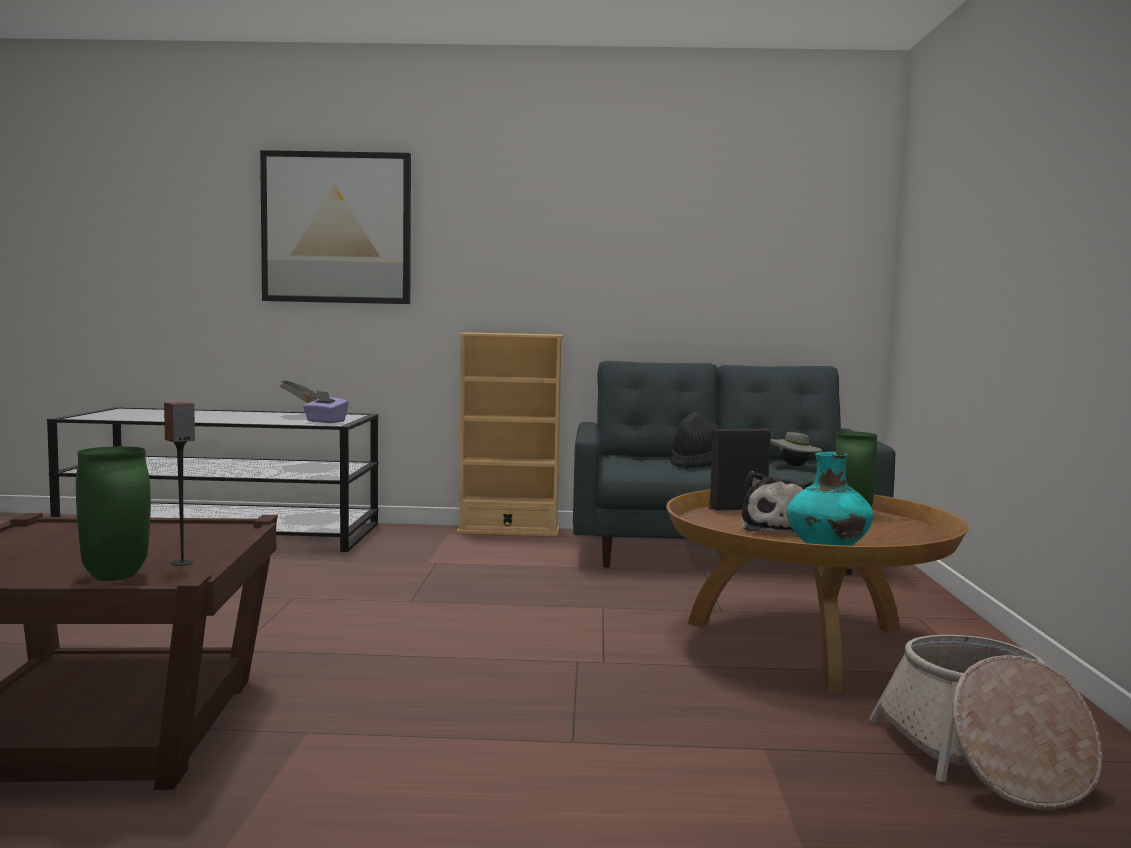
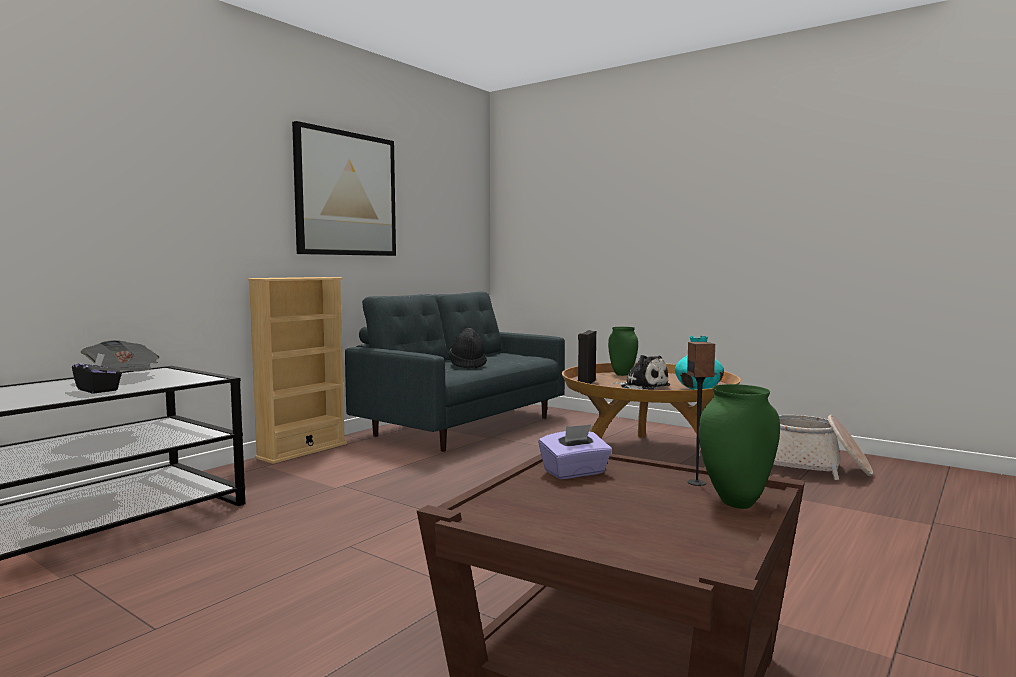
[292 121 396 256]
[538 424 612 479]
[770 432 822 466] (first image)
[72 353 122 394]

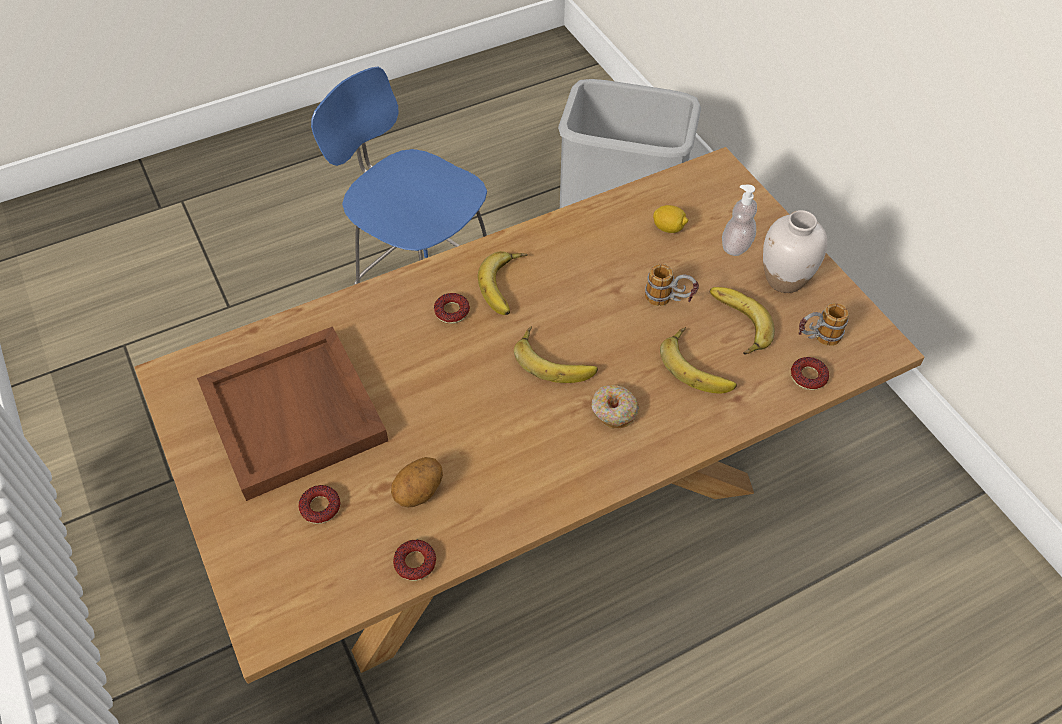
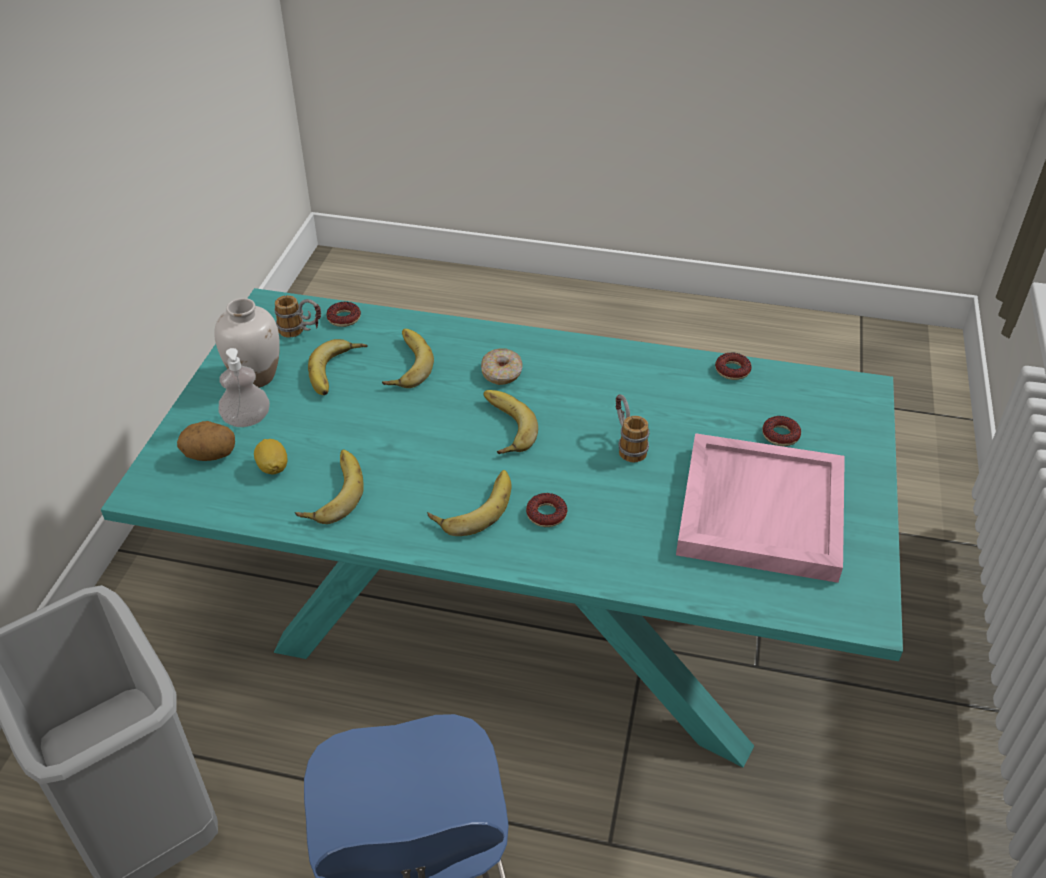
[101 288 903 767]
[676 433 845 583]
[177 421 235 461]
[616 395 650 462]
[295 450 364 524]

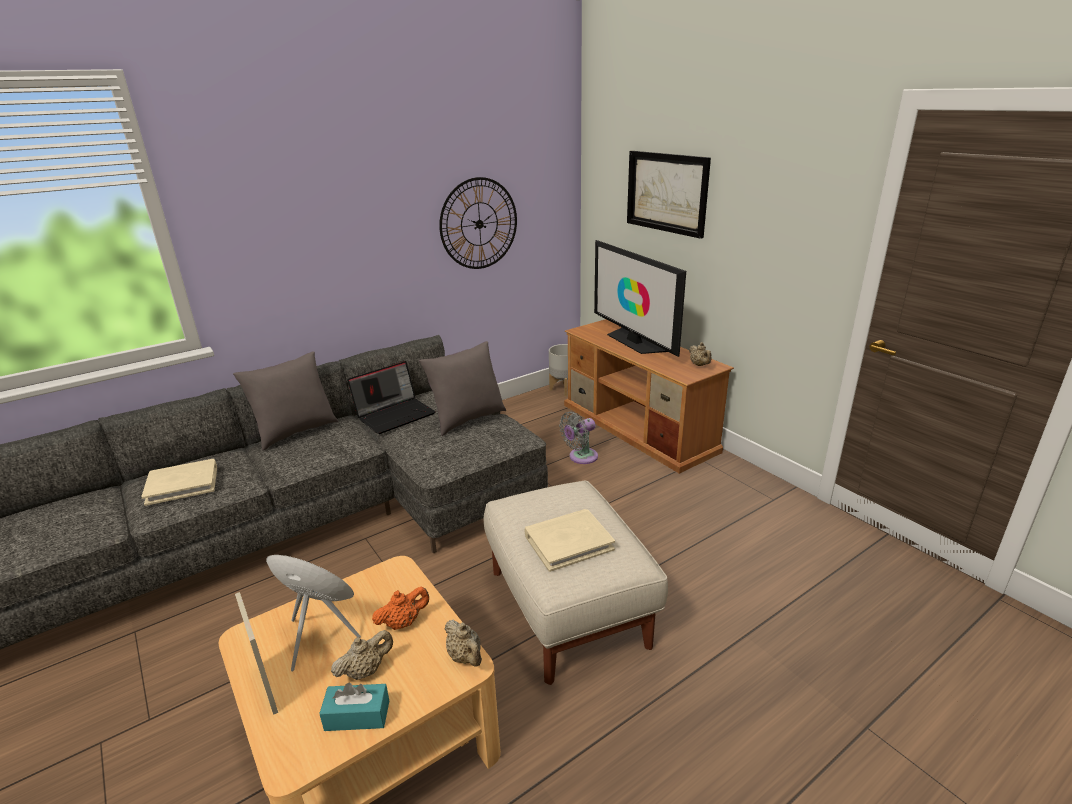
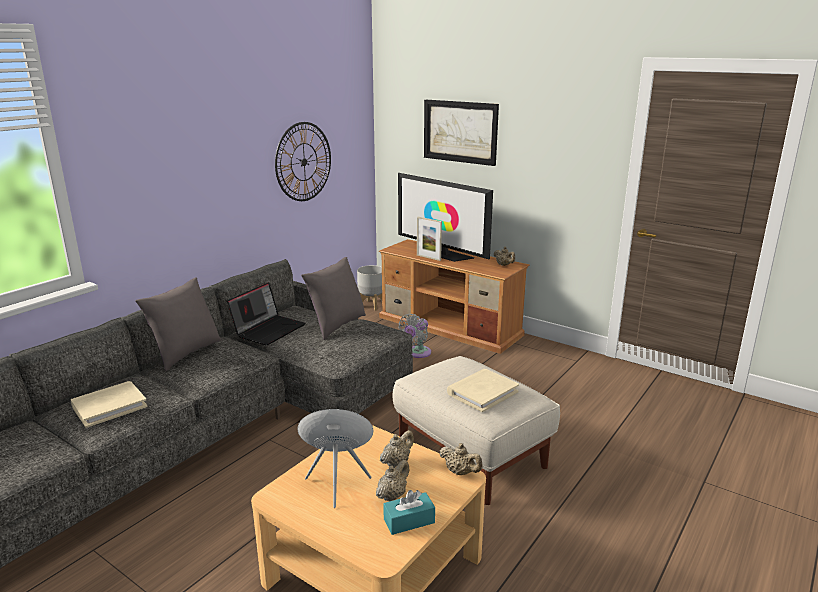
[417 217 442 261]
[380 430 414 468]

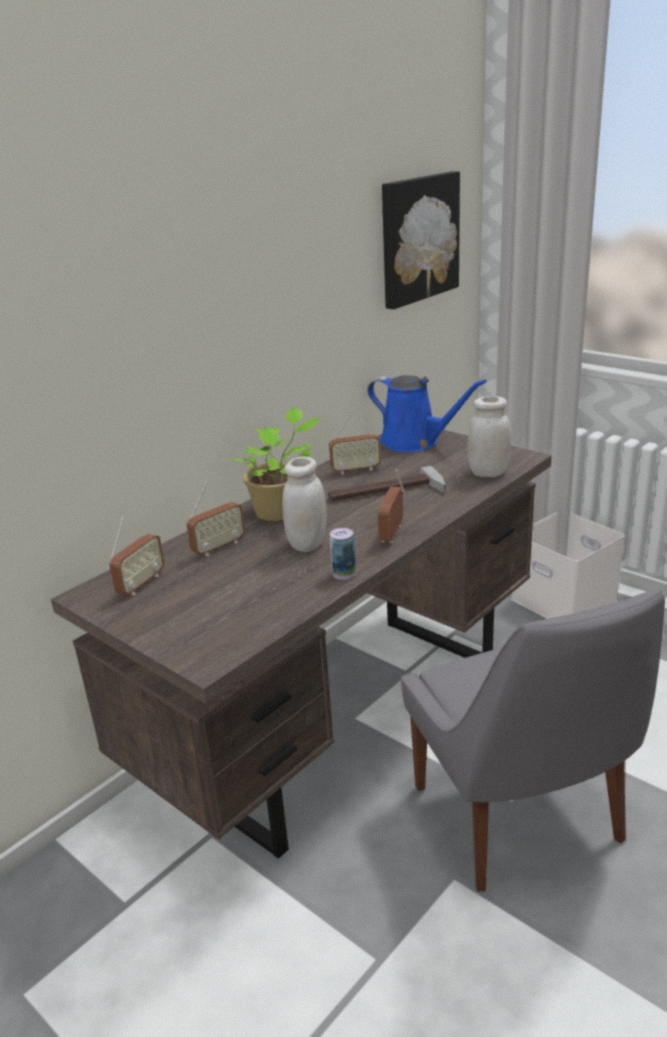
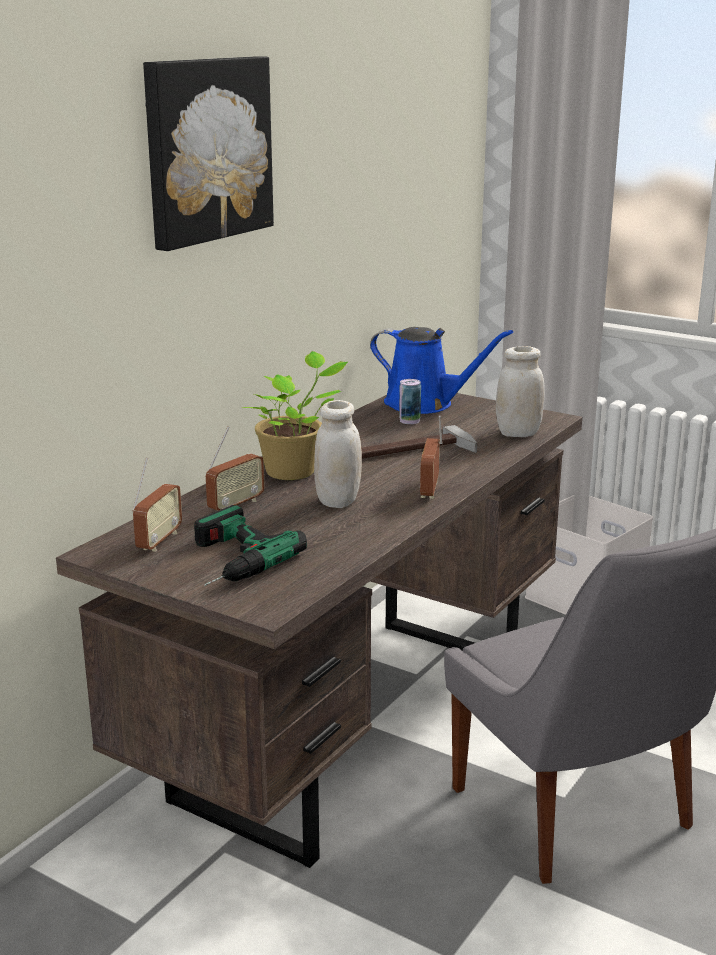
[329 411 381 474] (first image)
[399 379 421 424]
[143 56 274 251]
[194 505 307 586]

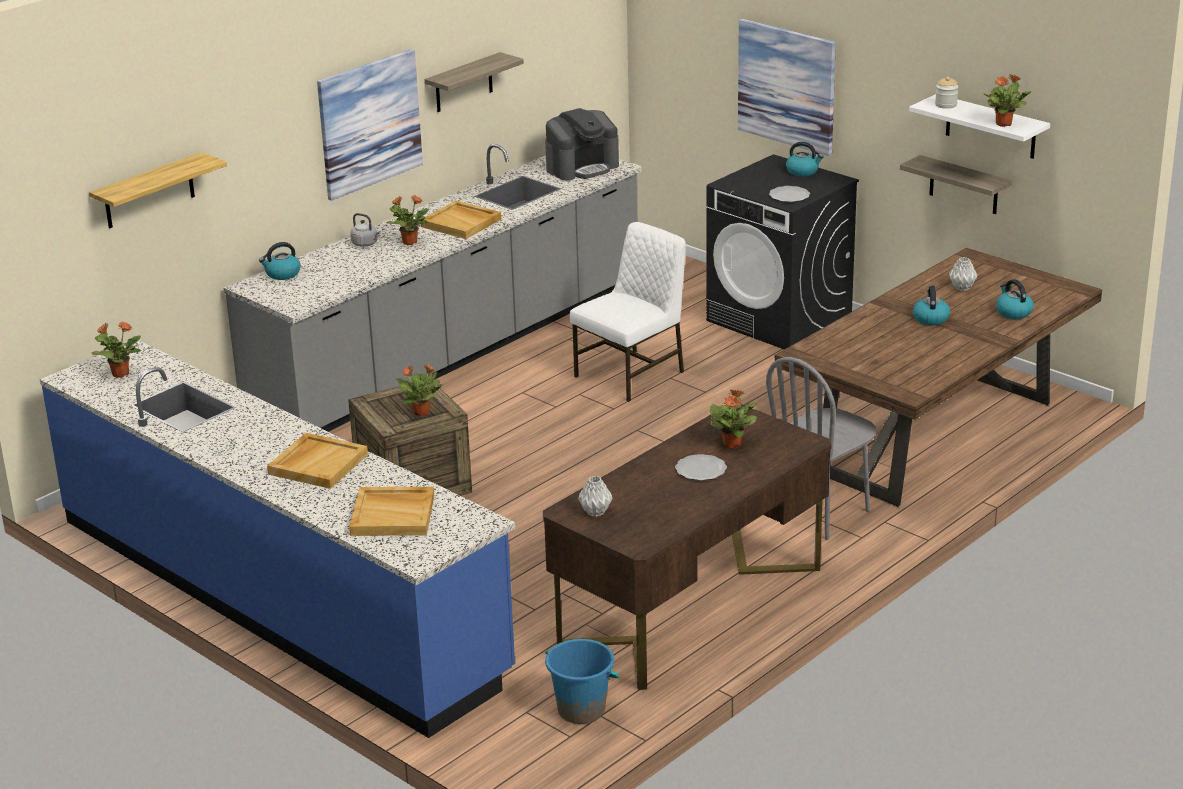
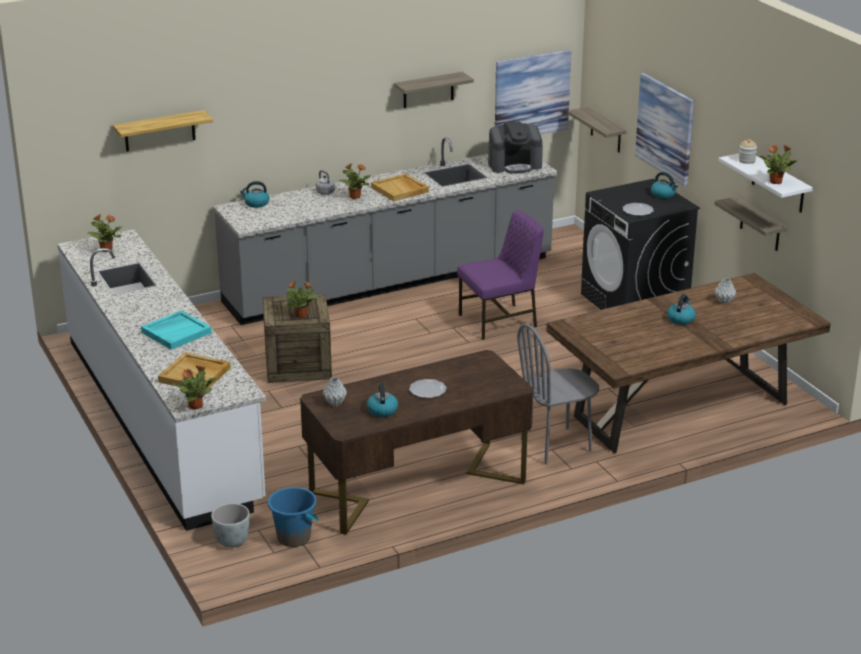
[57 229 266 531]
[141 310 212 350]
[495 50 572 134]
[457 210 544 340]
[173 365 216 410]
[367 383 398 417]
[211 503 250 548]
[567 107 627 153]

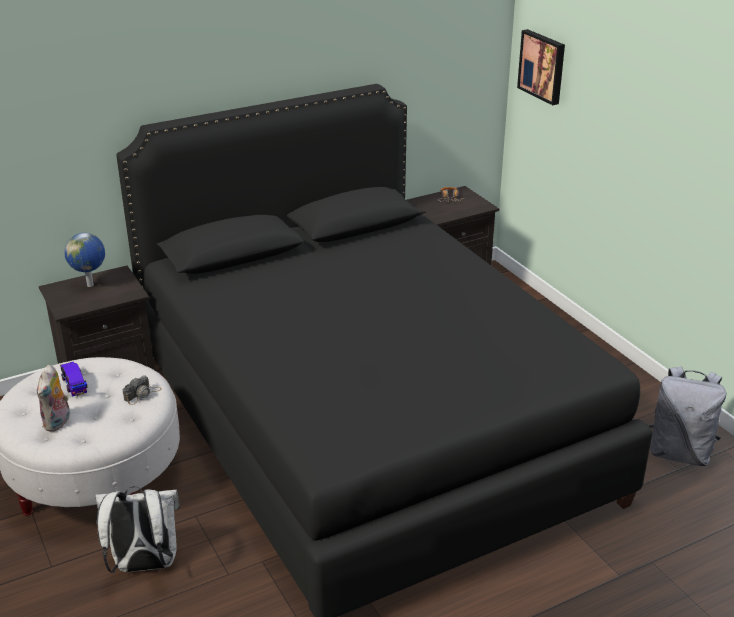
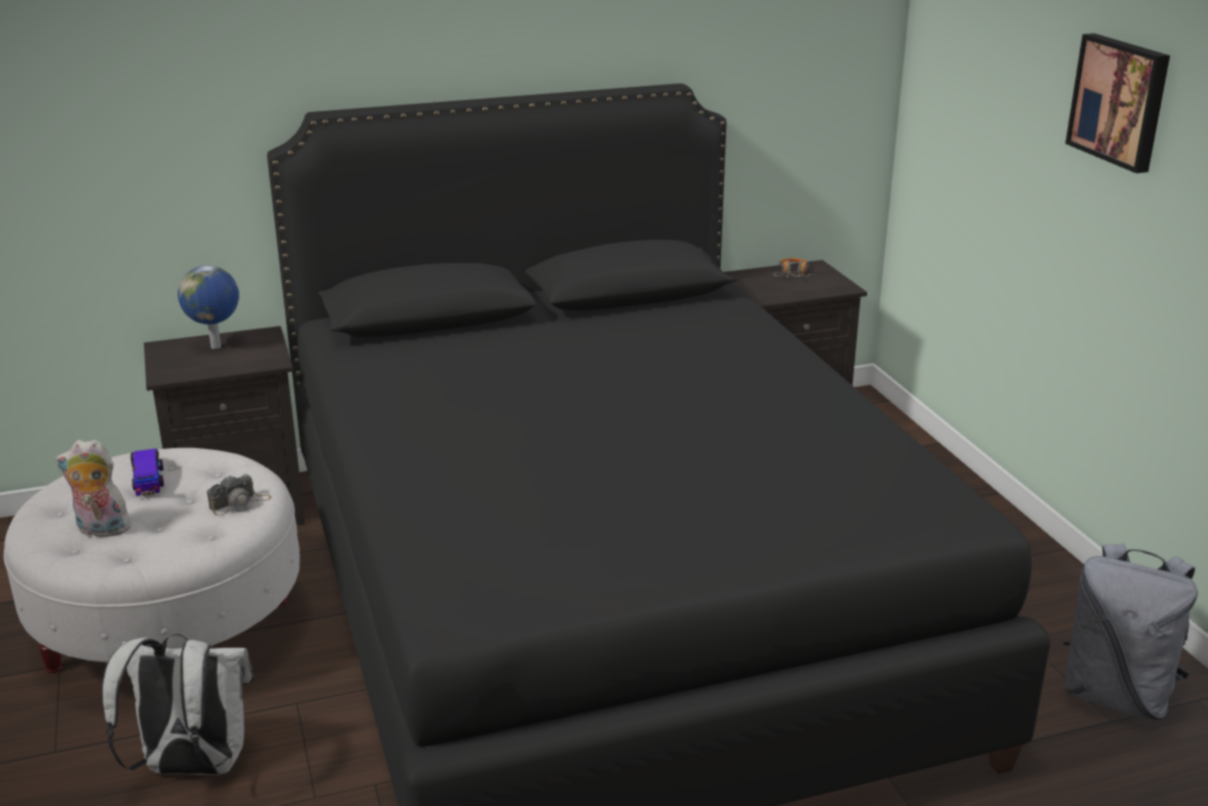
[55 439 137 540]
[1065 33 1170 173]

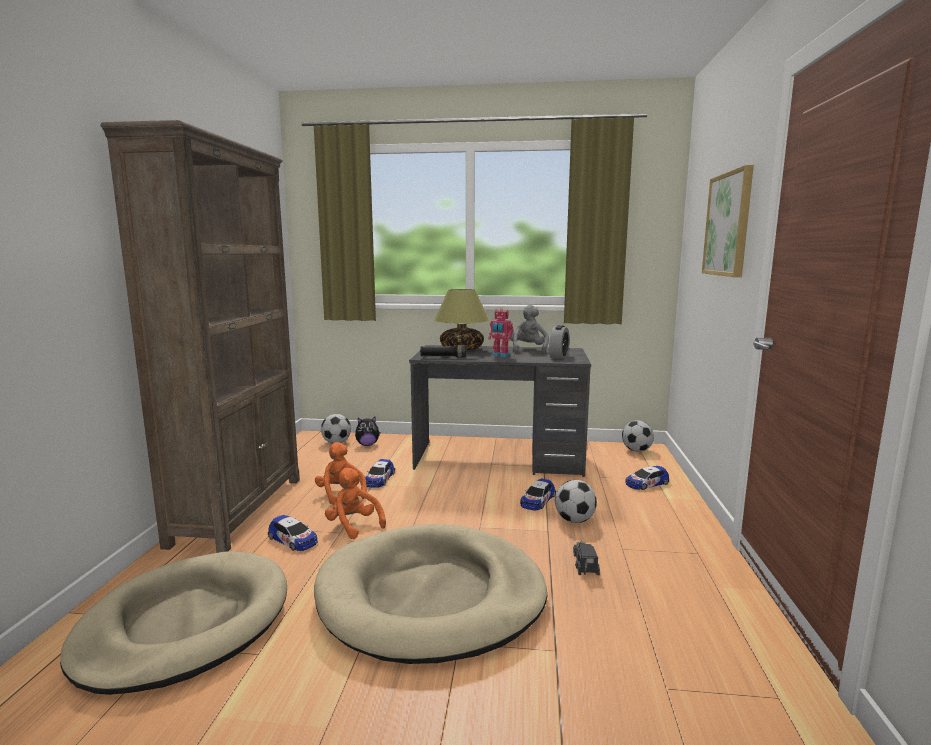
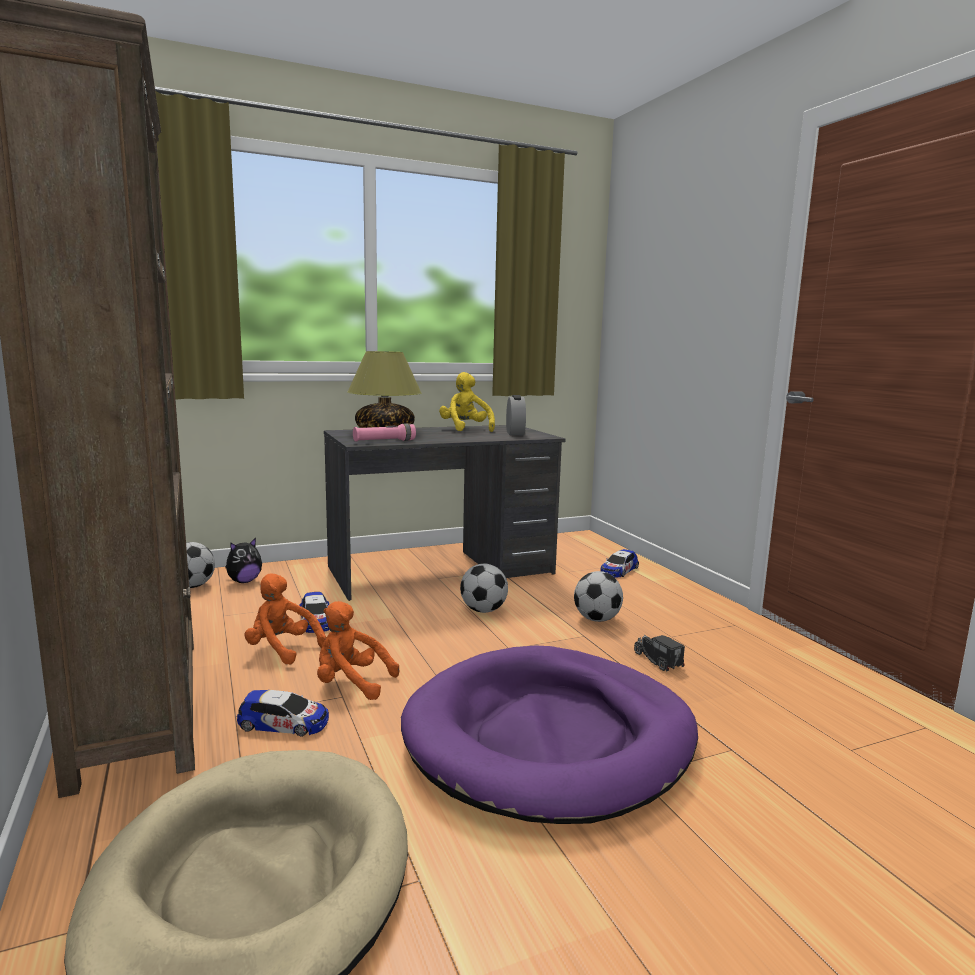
[401 646 698 824]
[353 424 416 442]
[488 308 514 357] (first image)
[439 372 495 432]
[520 478 556 510] (first image)
[460 564 508 613]
[702 165 754 277] (first image)

